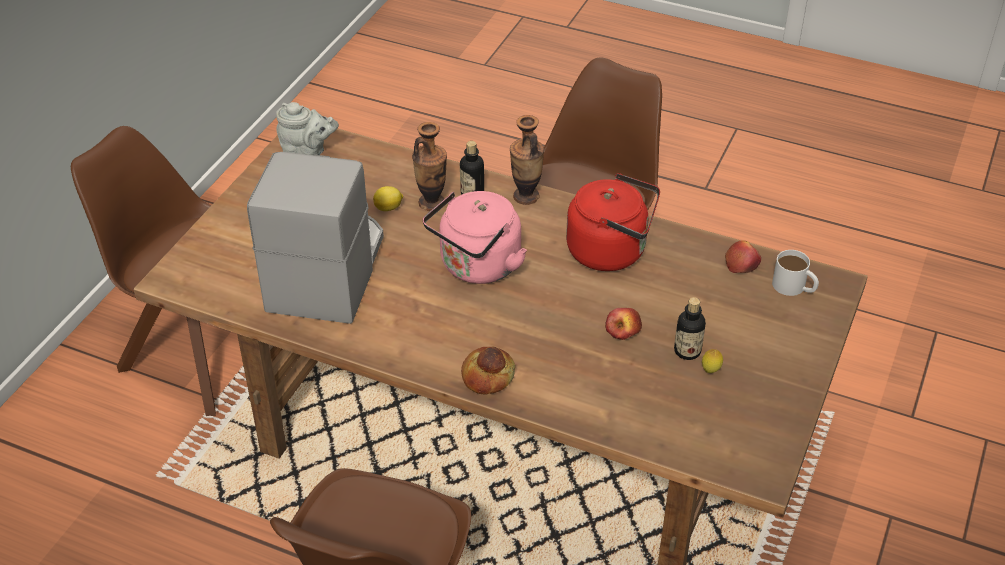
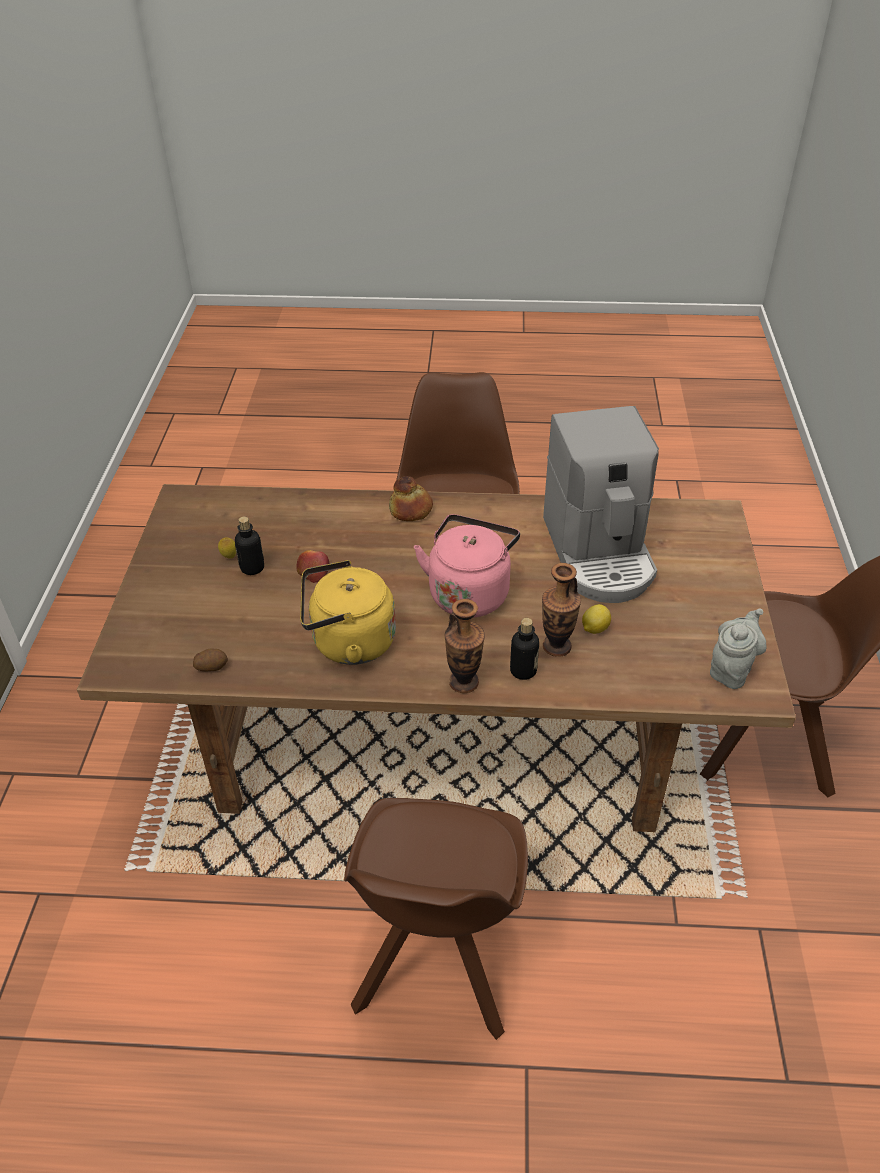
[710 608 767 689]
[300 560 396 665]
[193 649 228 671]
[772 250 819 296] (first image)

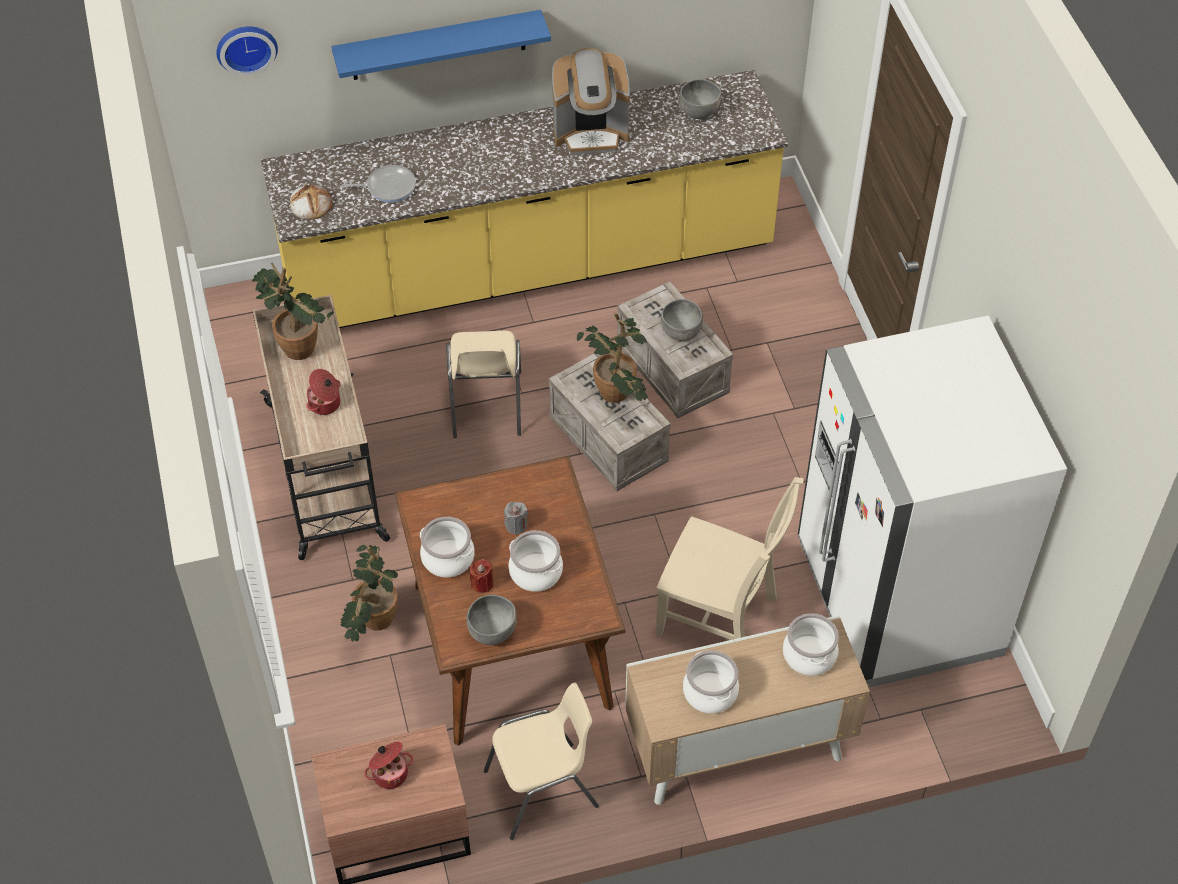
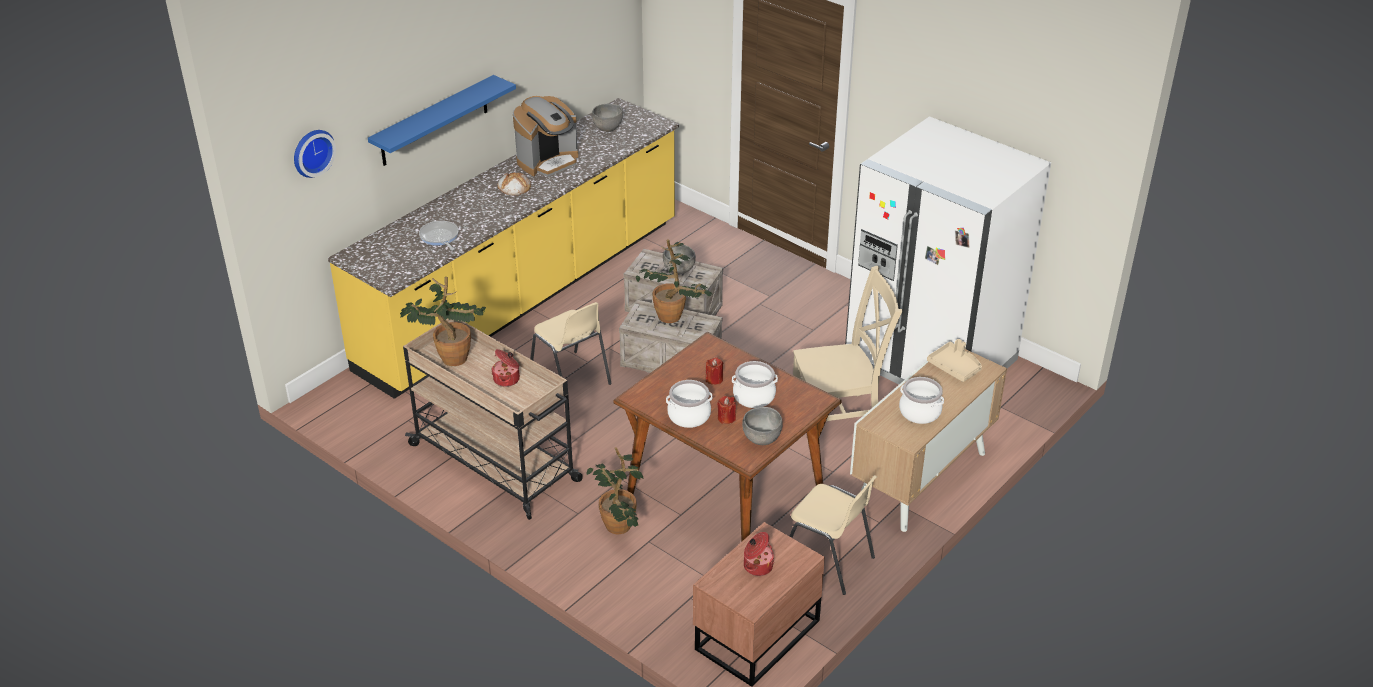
[497 172 531 195]
[419 221 459 251]
[789 475 877 595]
[706 357 724 385]
[927 339 982 382]

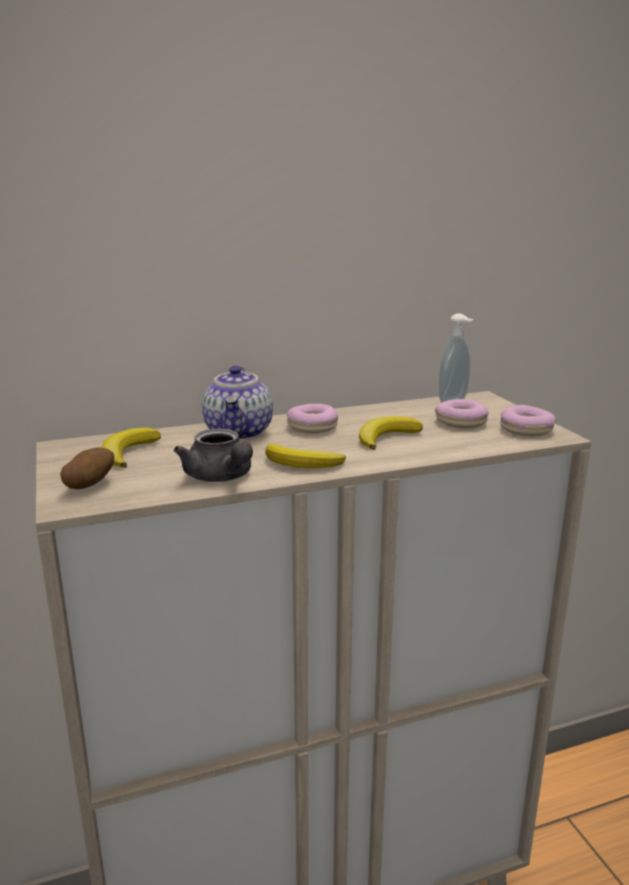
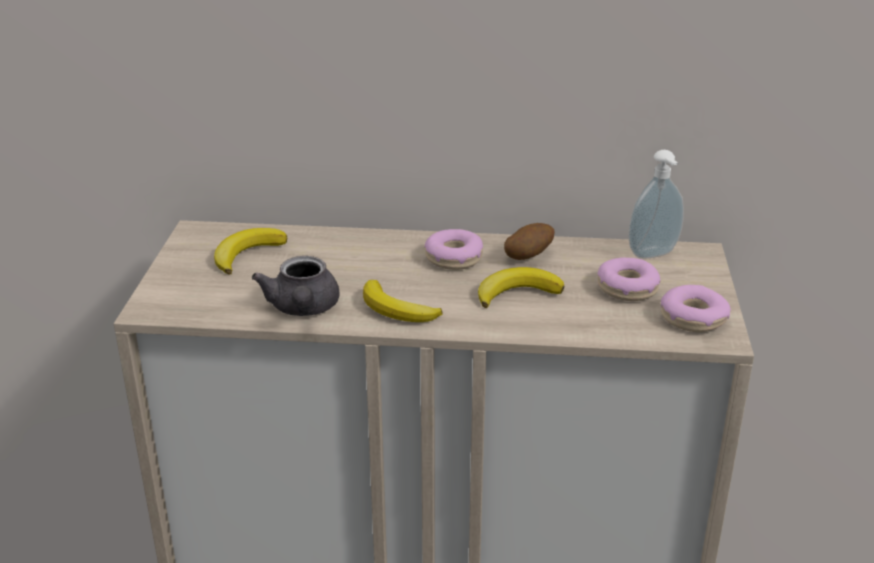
[504 223 555 260]
[202 366 273 440] (first image)

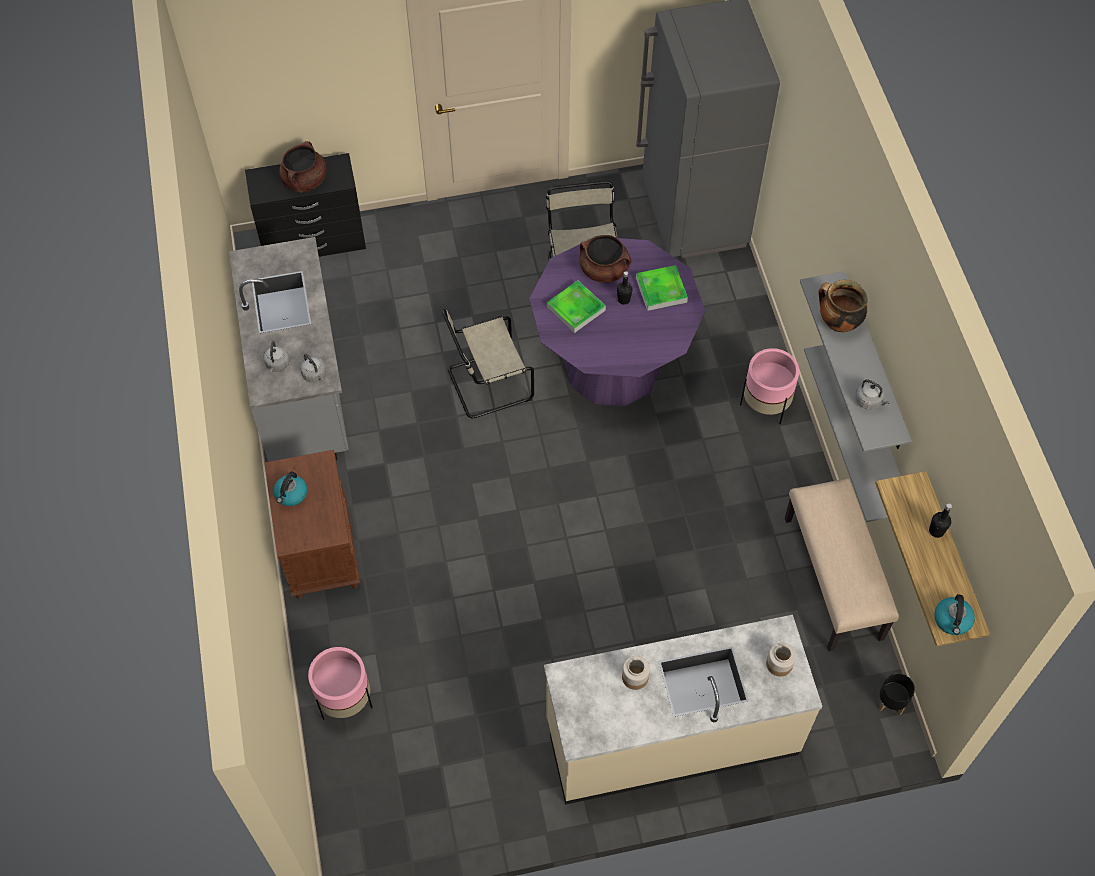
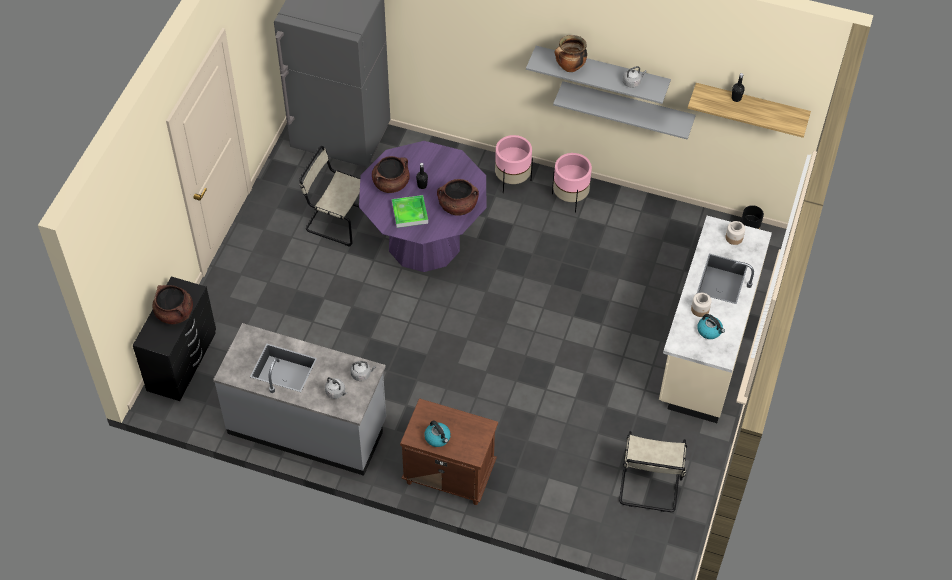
[552 153 592 213]
[619 431 687 512]
[636 265 688 311] (first image)
[785 478 899 651] (first image)
[697 314 725 339]
[437 179 479 216]

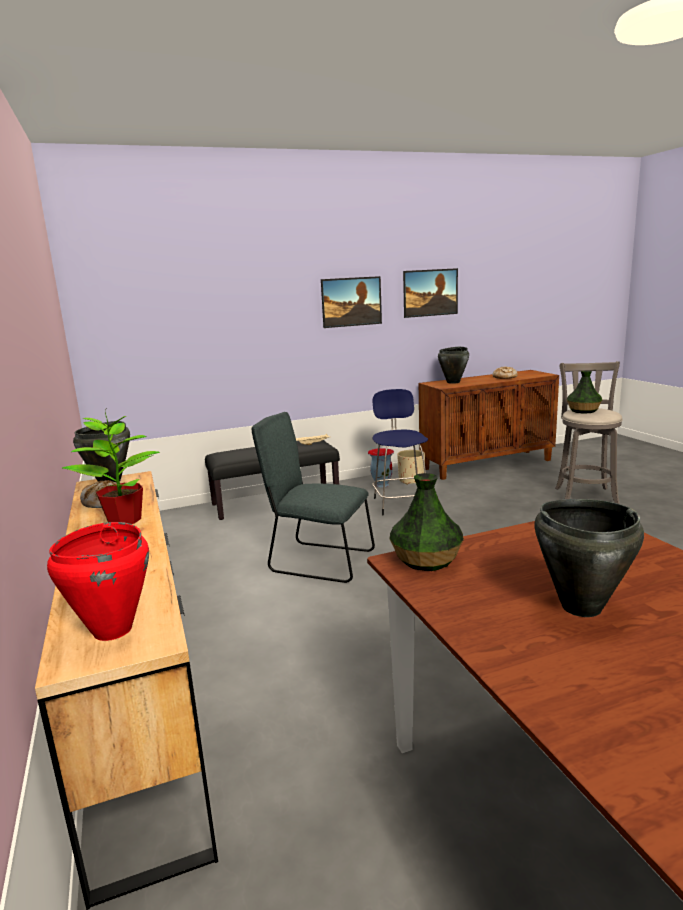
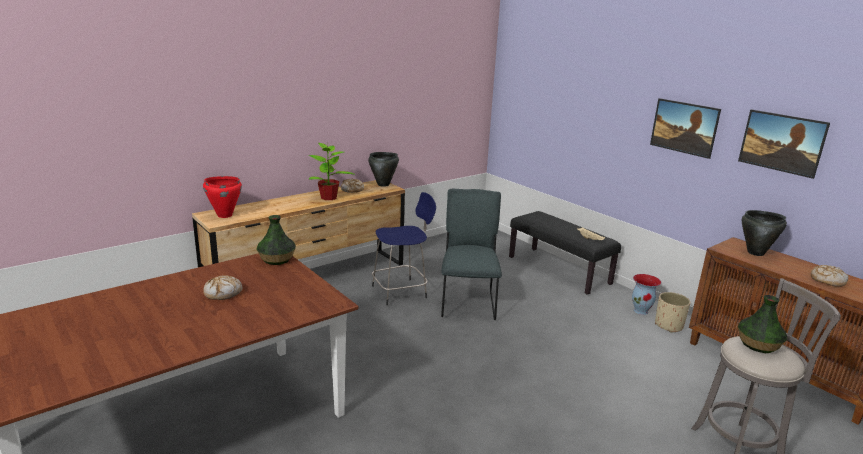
[372 192 436 305]
[203 275 242 300]

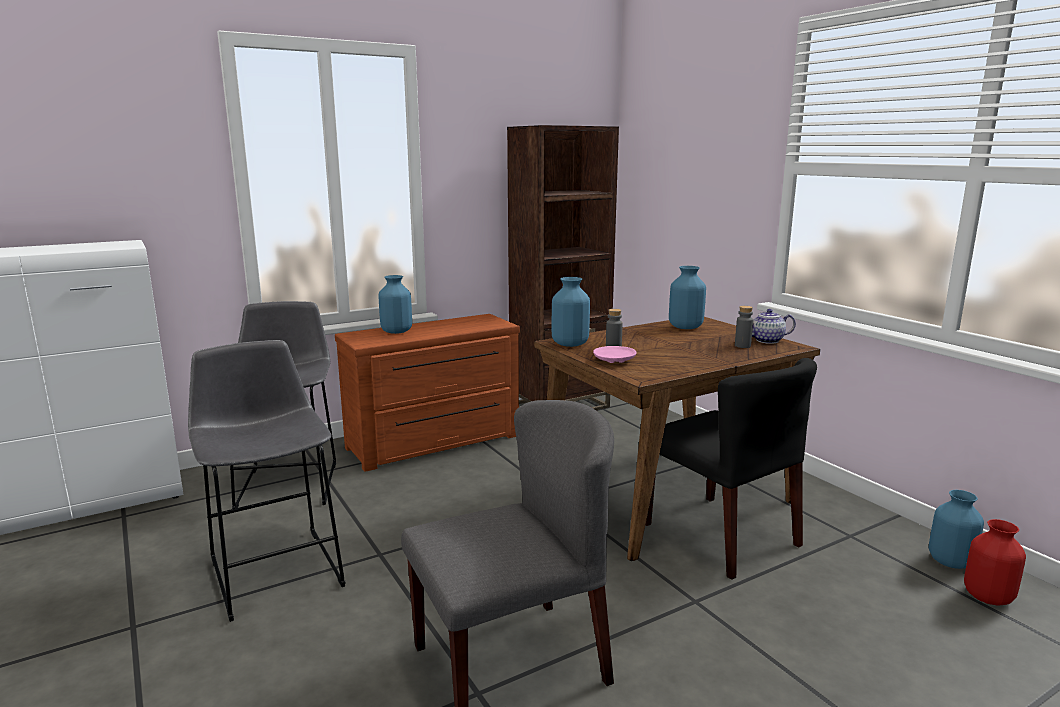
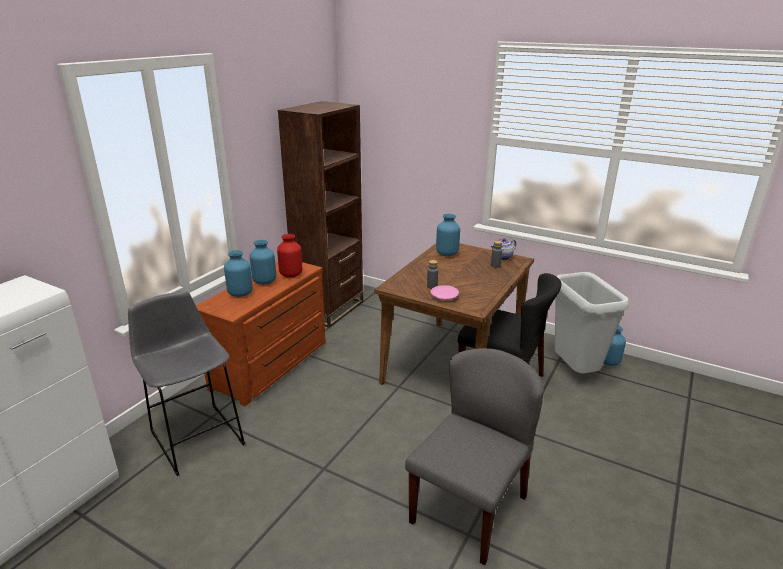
[188 340 346 622] (first image)
[250 240 276 285]
[277 234 302 278]
[555 272 630 373]

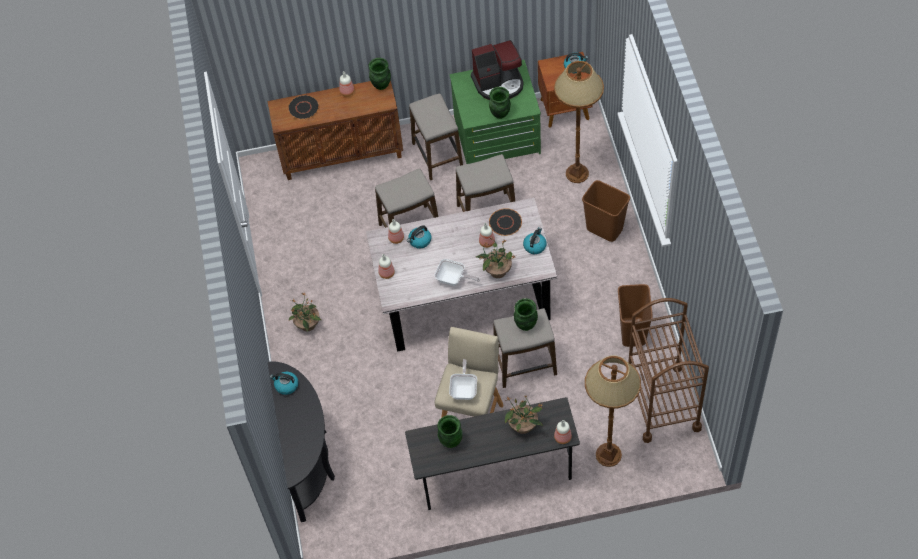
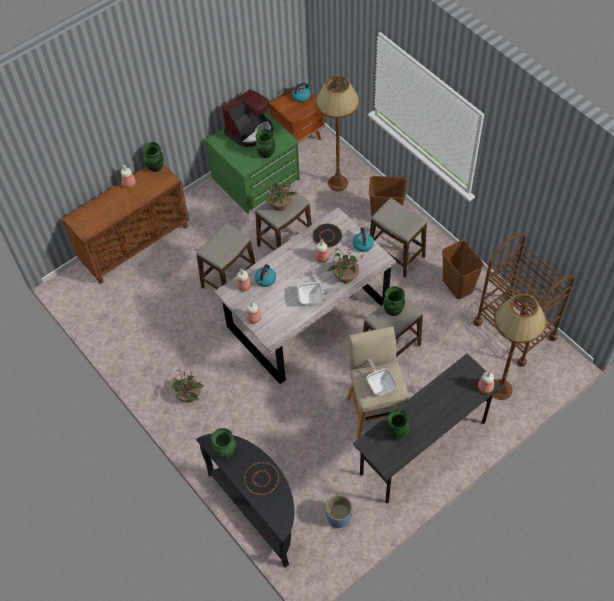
[211 428 236 459]
[244 462 279 495]
[370 198 427 278]
[262 176 298 211]
[325 495 352 528]

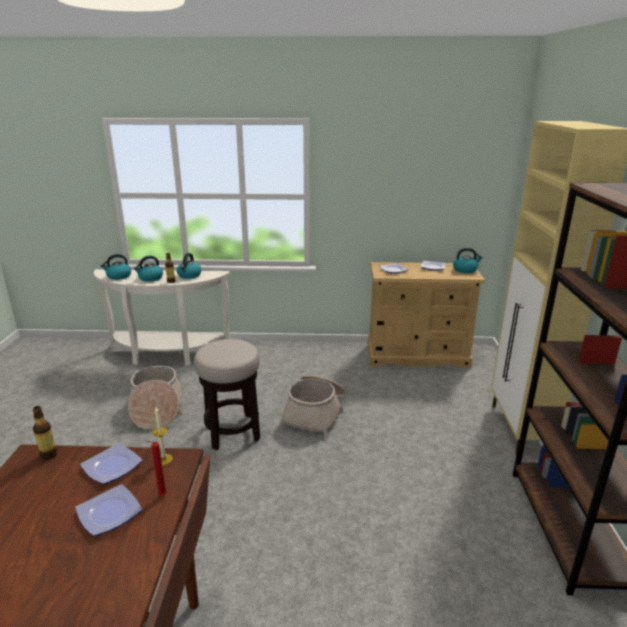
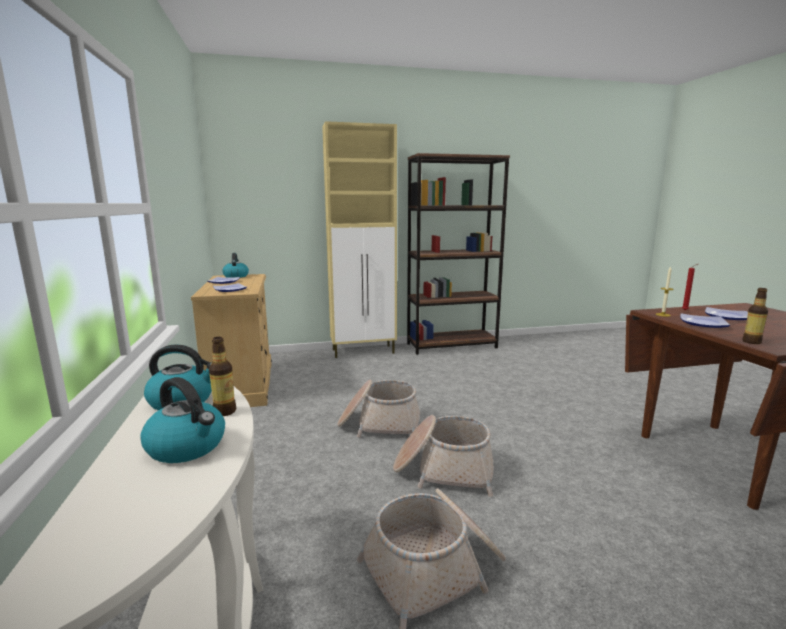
[101 254 131 280] (first image)
[393 415 494 497]

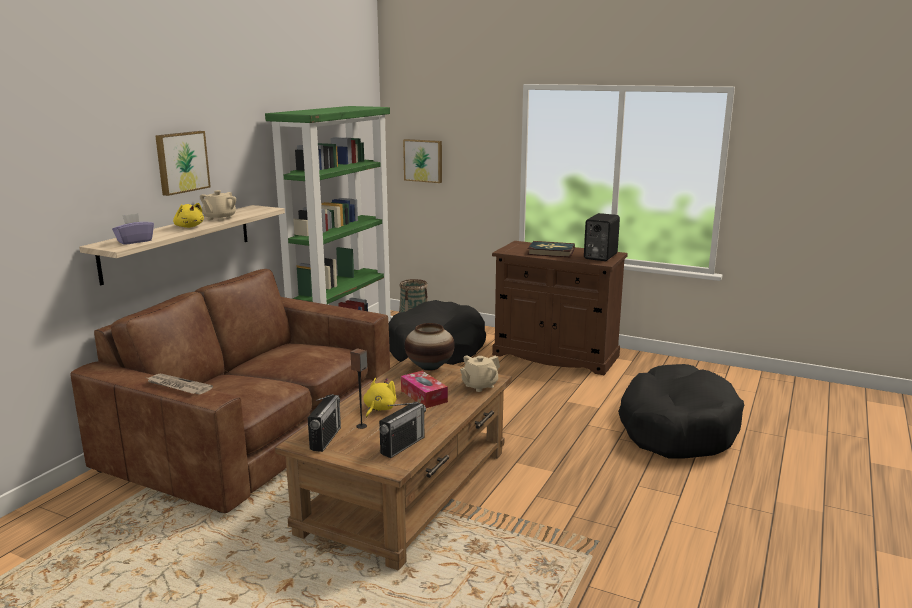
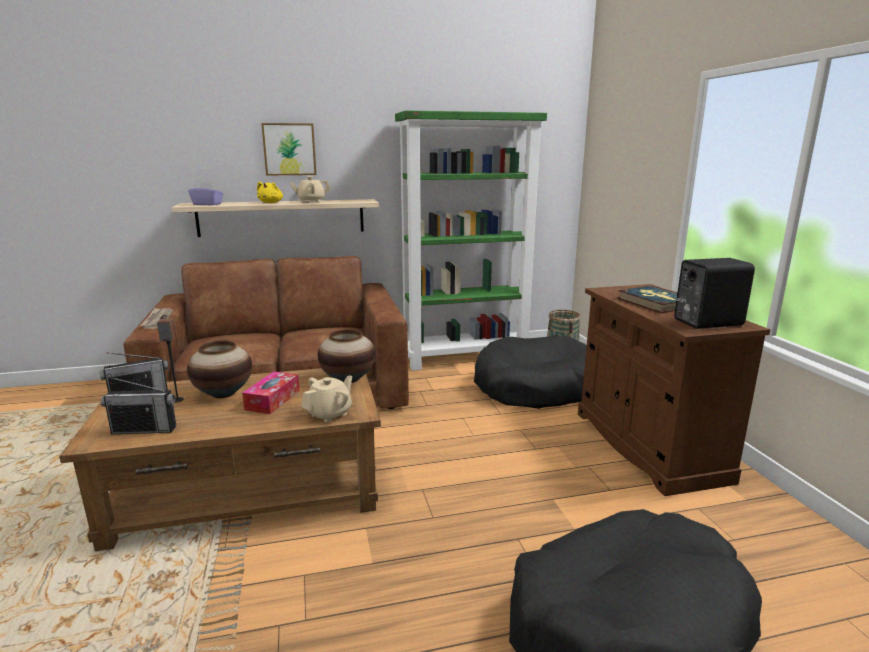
[187 340 252 398]
[403 139 442 183] (first image)
[301 376 352 423]

